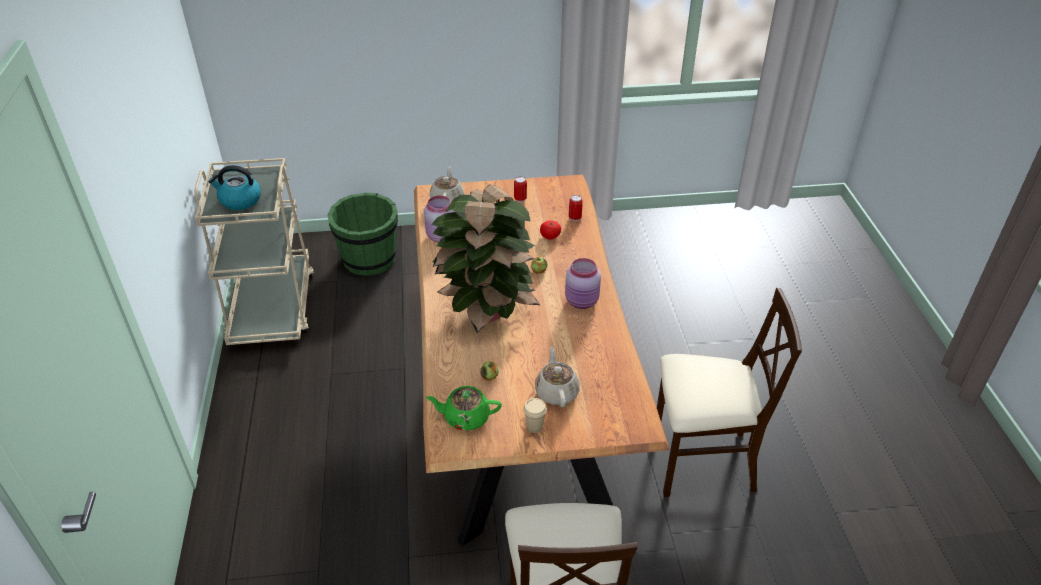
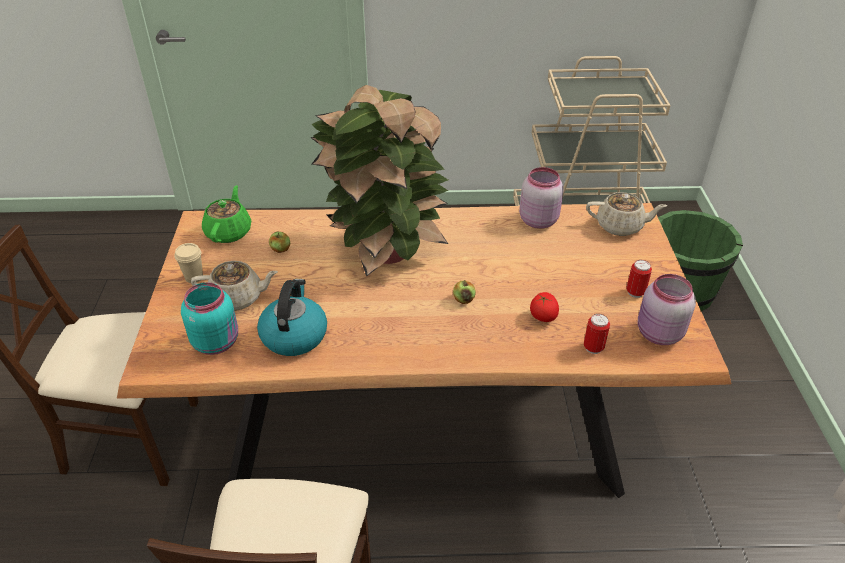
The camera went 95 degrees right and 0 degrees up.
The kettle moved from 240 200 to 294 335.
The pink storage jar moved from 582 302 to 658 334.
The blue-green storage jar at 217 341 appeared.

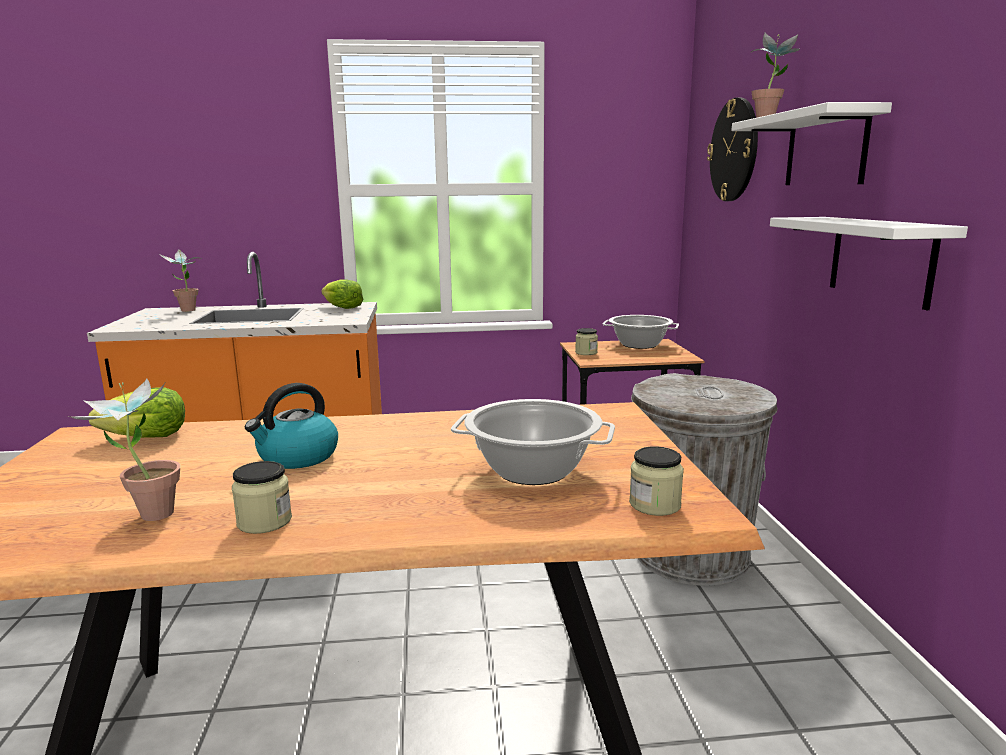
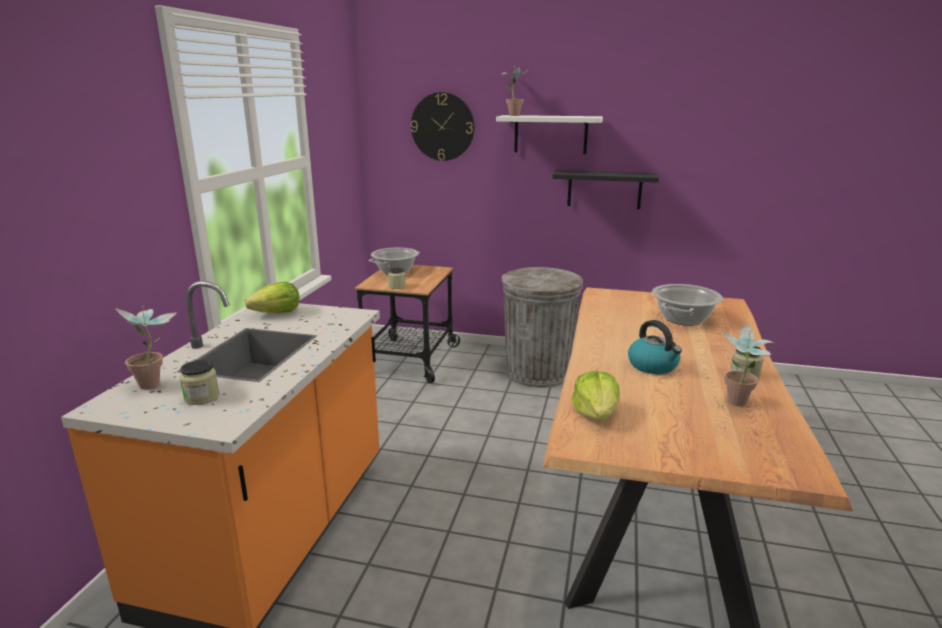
The camera went 70 degrees left and 5 degrees up.
The storage jar moved from 655 504 to 202 397.
The white-coloured bracket shelf at 880 259 became the black bracket shelf at 604 189.

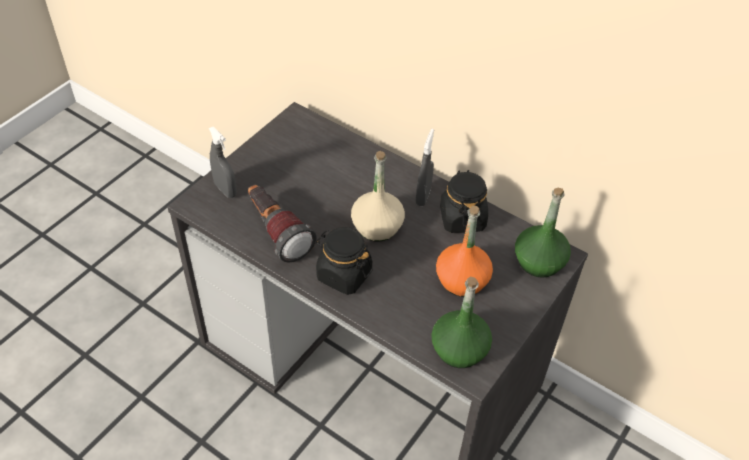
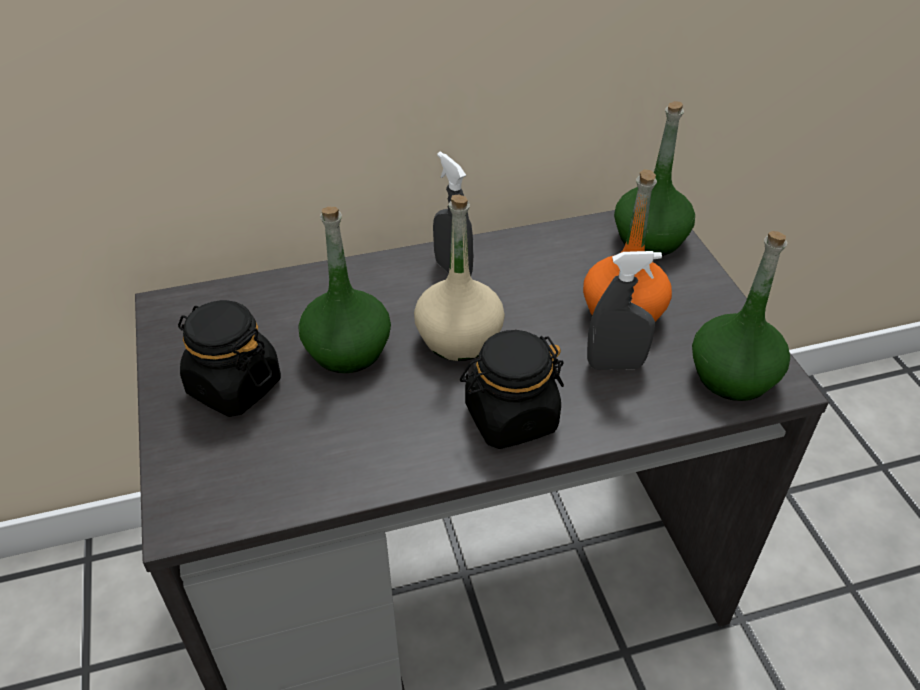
The camera went 50 degrees left and 5 degrees down.
The grey sprayer moved from 225 190 to 615 365.
The torch at 277 232 disappeared.
The black storage jar moved from 462 218 to 234 386.
The greenish drink bottle at 347 350 appeared.

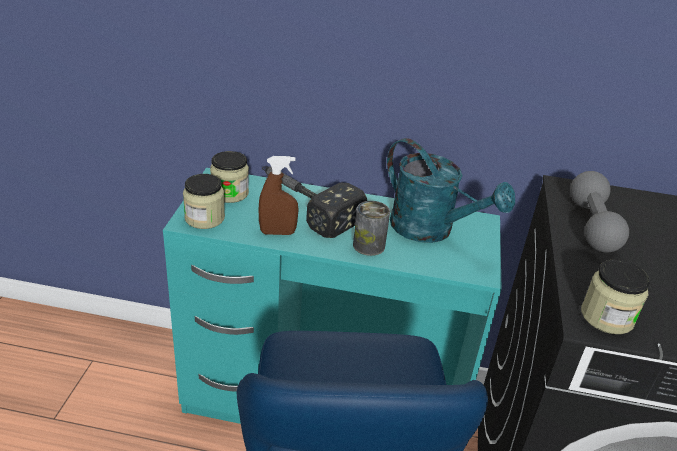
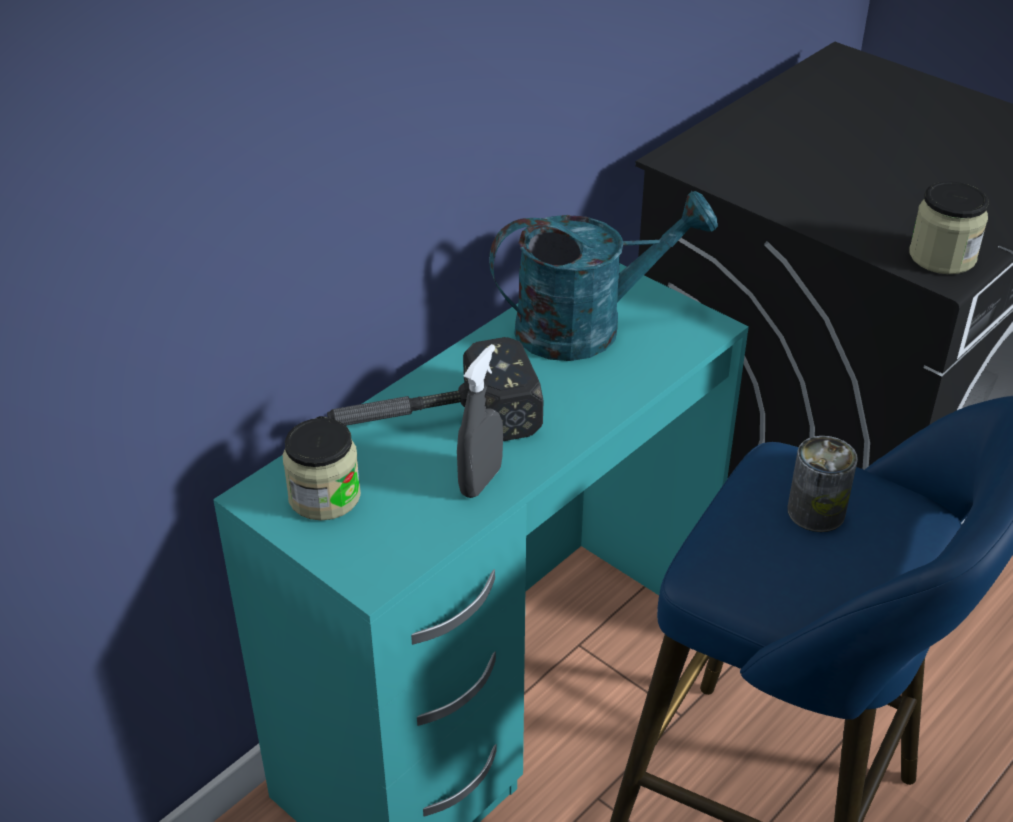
The camera went 55 degrees left and 5 degrees up.
The storage jar at 204 218 disappeared.
The brown-coloured sprayer at 277 232 became the grey sprayer at 480 481.
The metal can moved from 369 245 to 816 511.
The grey hand weight at 592 225 disappeared.

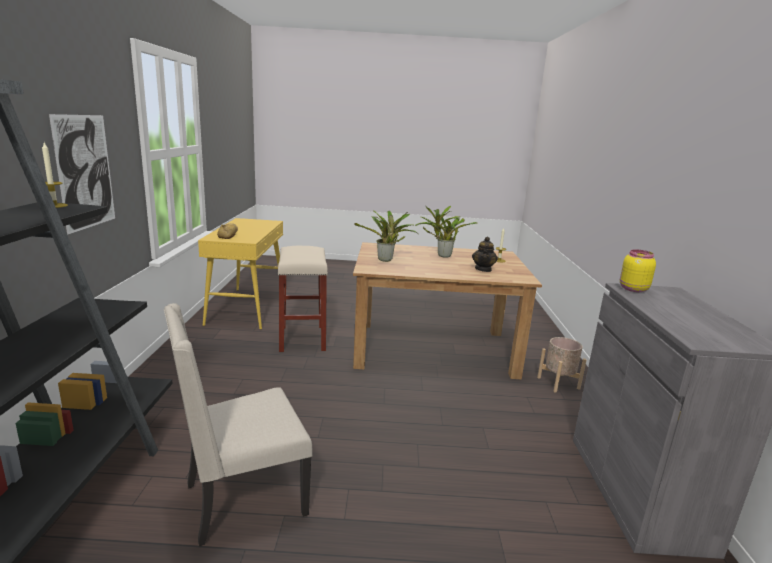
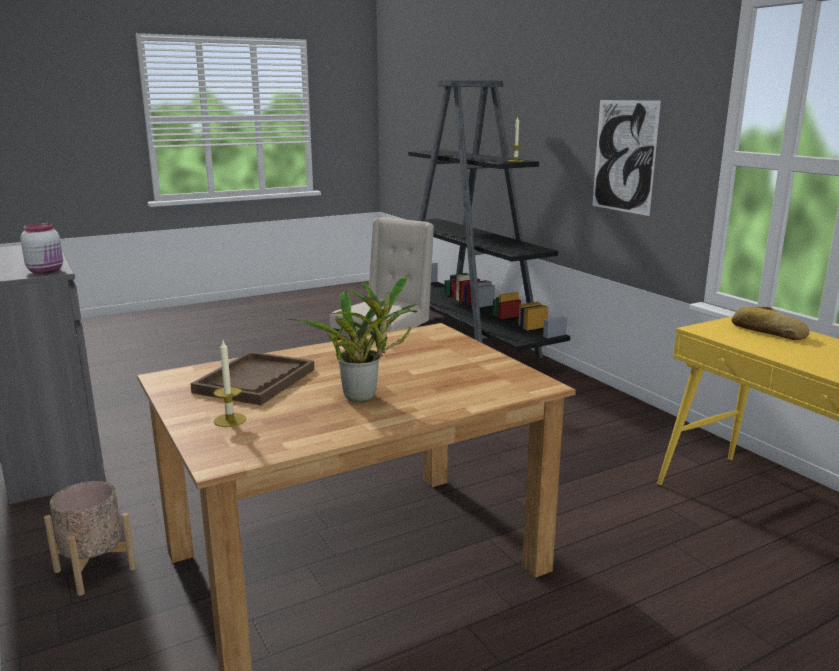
The camera went 150 degrees right and 0 degrees up.
The sand-coloured sitting stool at 302 338 disappeared.
The potted plant at 386 260 disappeared.
The pot for tea at 483 269 was replaced by the brown-coloured carrying tray at 255 381.
The yellow-coloured storage jar at 632 289 became the white-coloured storage jar at 46 271.

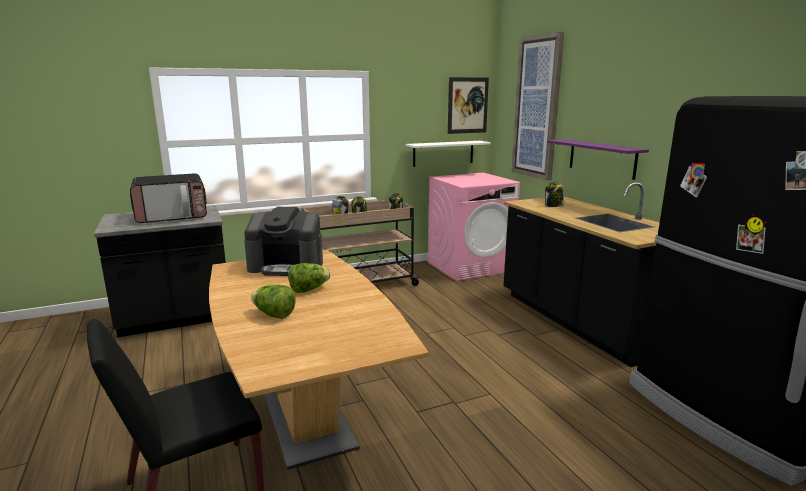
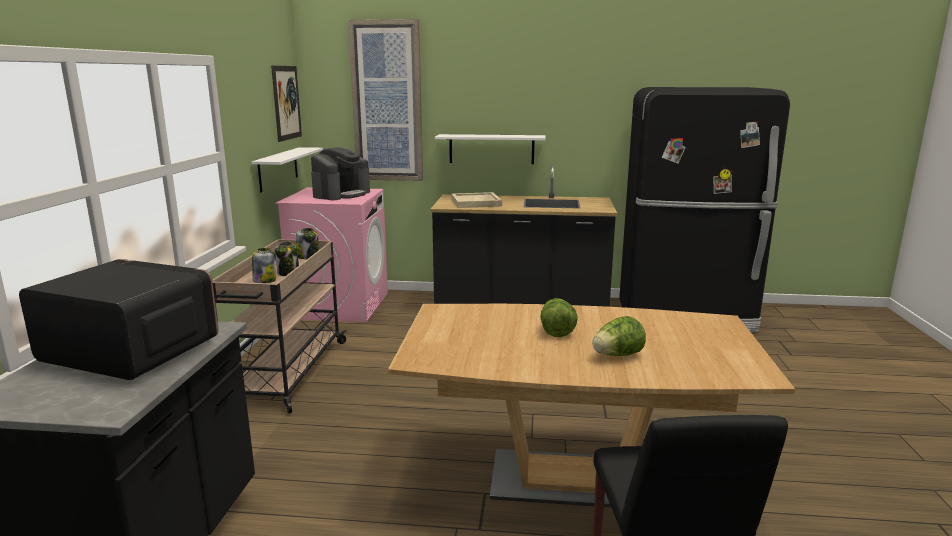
The camera went 60 degrees left and 0 degrees up.
The kitchen microwave at 172 216 turned 75 degrees counterclockwise.
The coffee maker moved from 286 266 to 341 194.
The storage jar at 553 206 was replaced by the sand-coloured carrying tray at 476 203.
The purple-coloured bracket shelf at 601 158 became the white-coloured bracket shelf at 491 149.

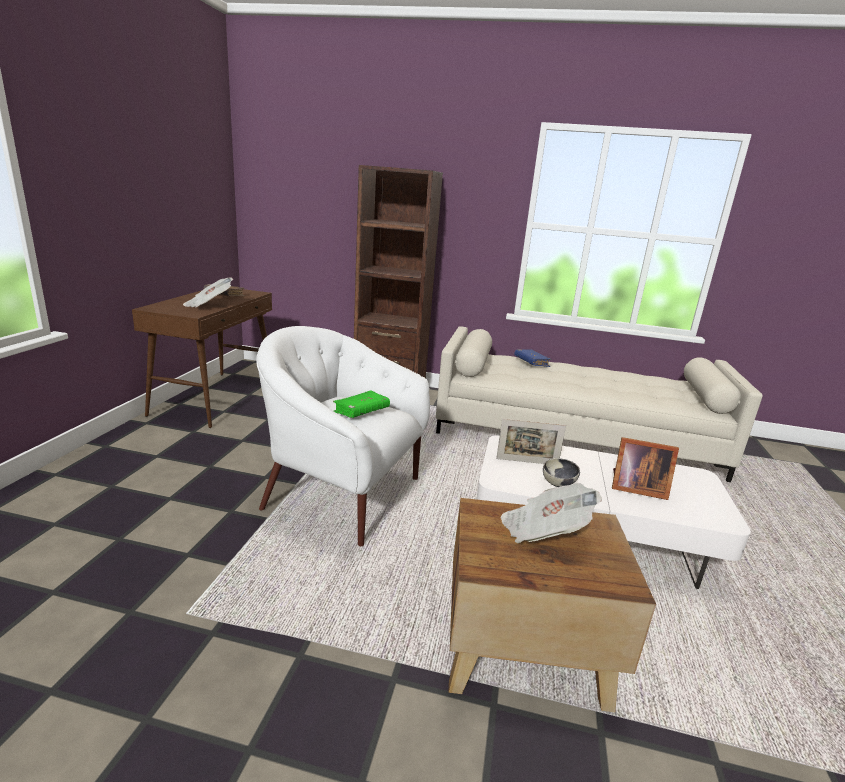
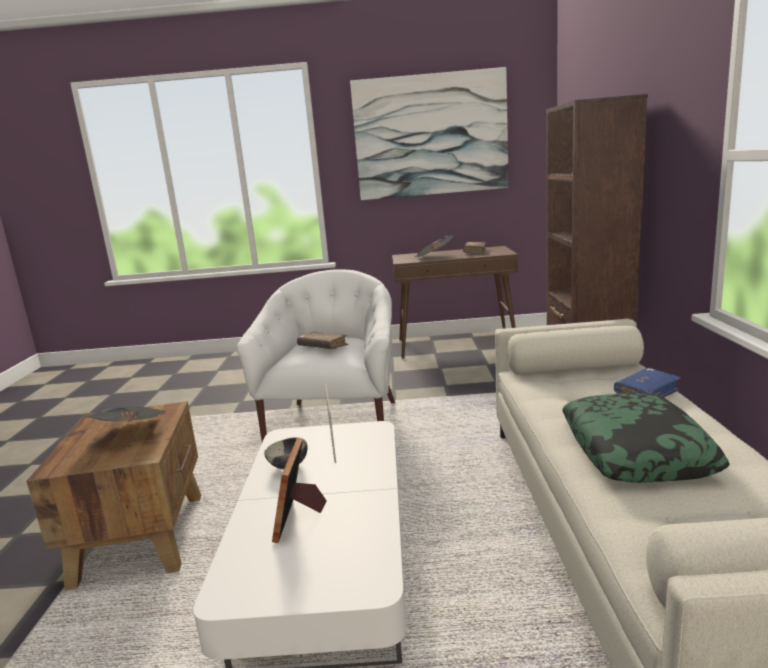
The camera went 80 degrees right and 5 degrees down.
The greenish volume at 361 411 became the brown-coloured volume at 323 347.
The wall picture at 430 135 appeared.
The cushion at 636 451 appeared.

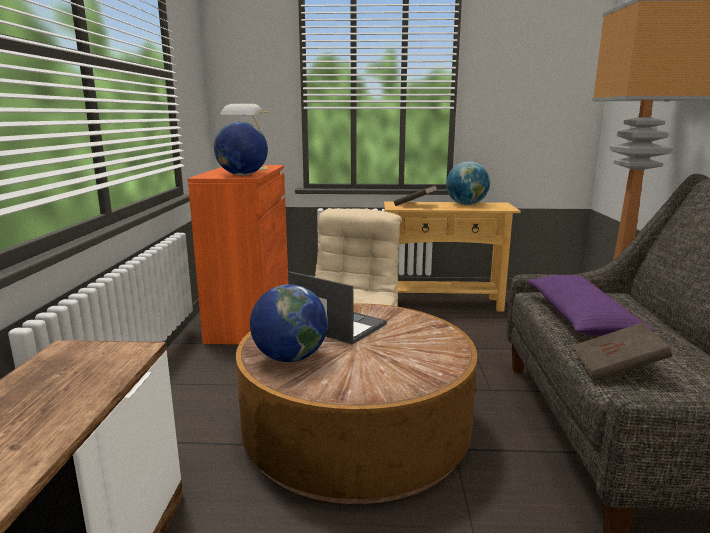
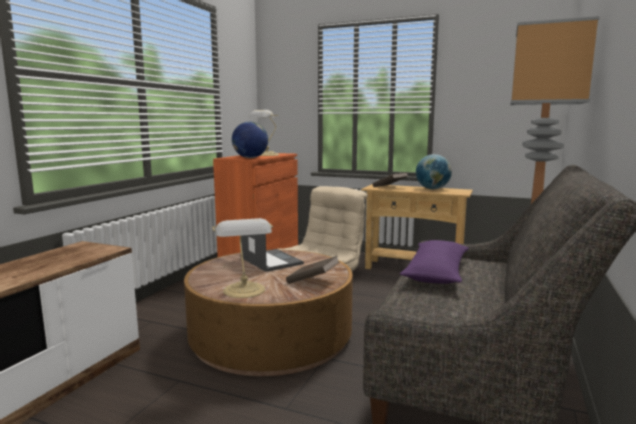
The camera went 20 degrees right and 5 degrees down.
The globe at 290 358 disappeared.
The brown-coloured volume moved from 616 369 to 312 281.
The tabletop lamp at 245 291 appeared.

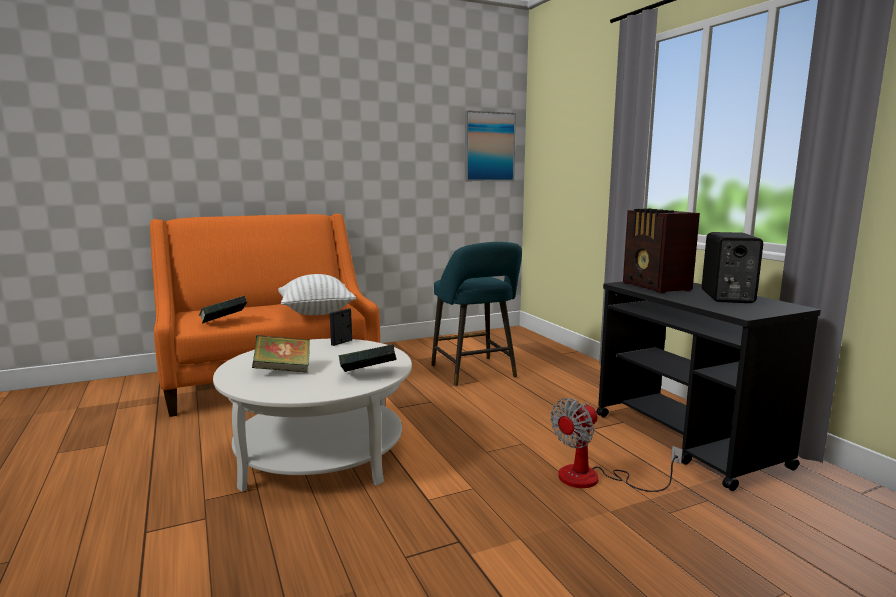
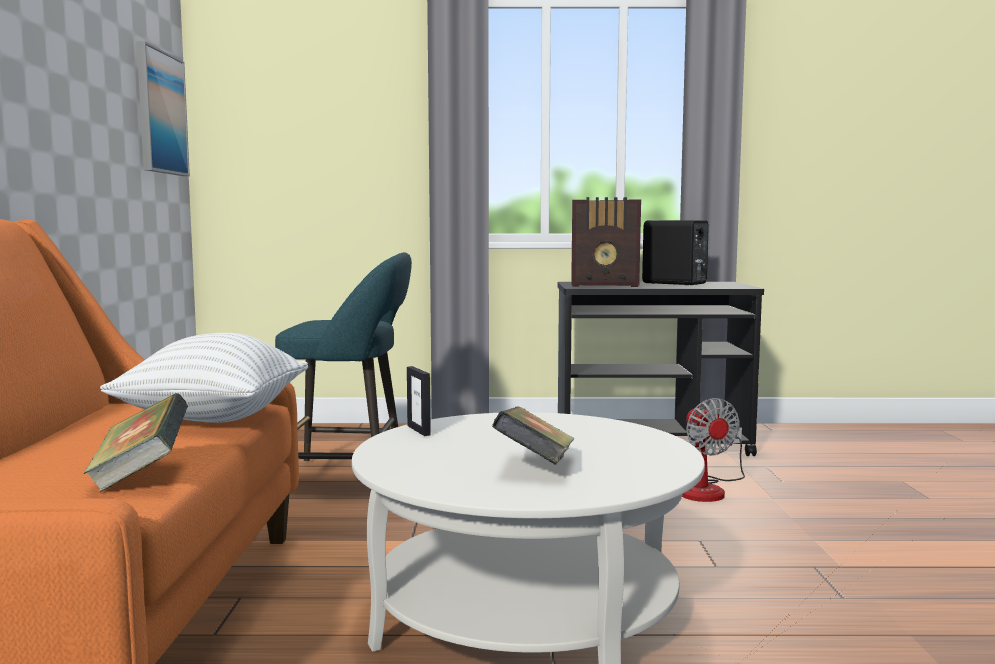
The camera went 65 degrees left and 5 degrees down.
The volume at 368 375 disappeared.

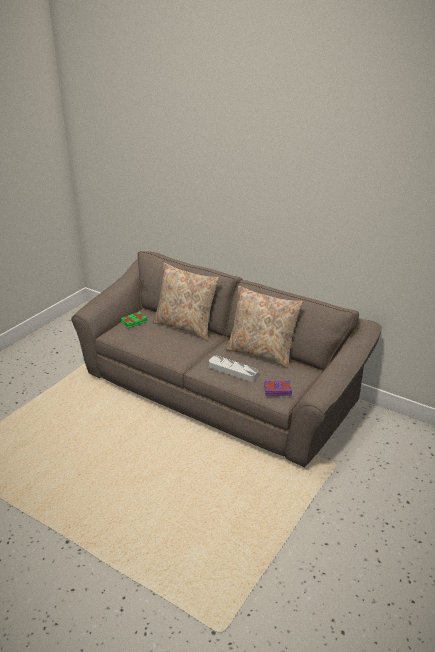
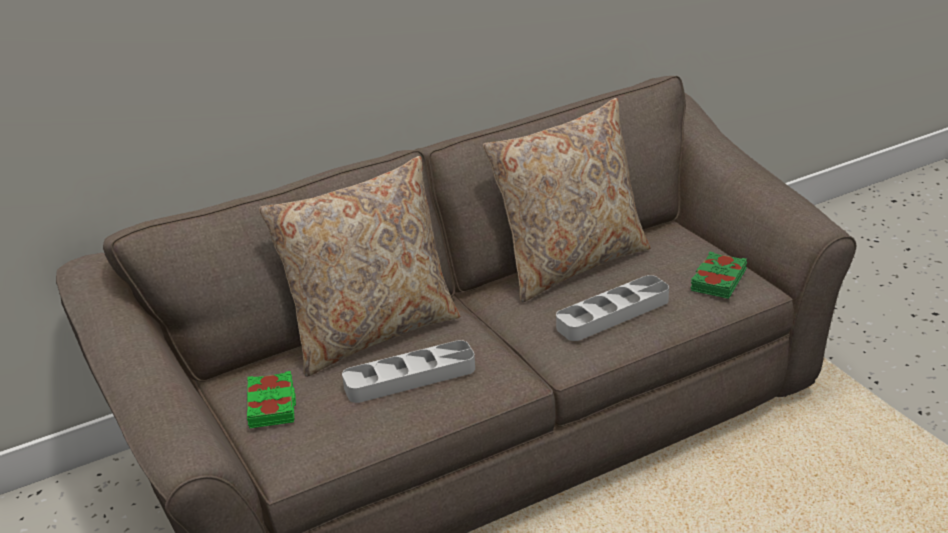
The camera went 60 degrees left and 0 degrees up.
The purple-coloured volume at 277 390 became the greenish volume at 717 280.
The grey carrying tray at 410 378 appeared.

